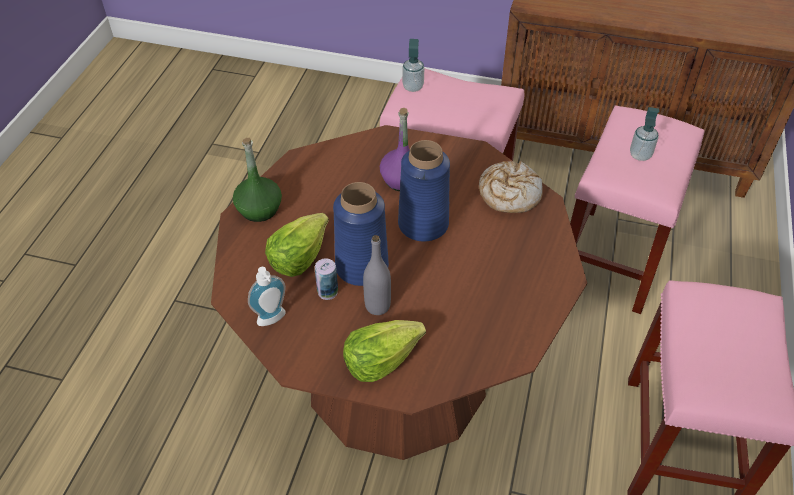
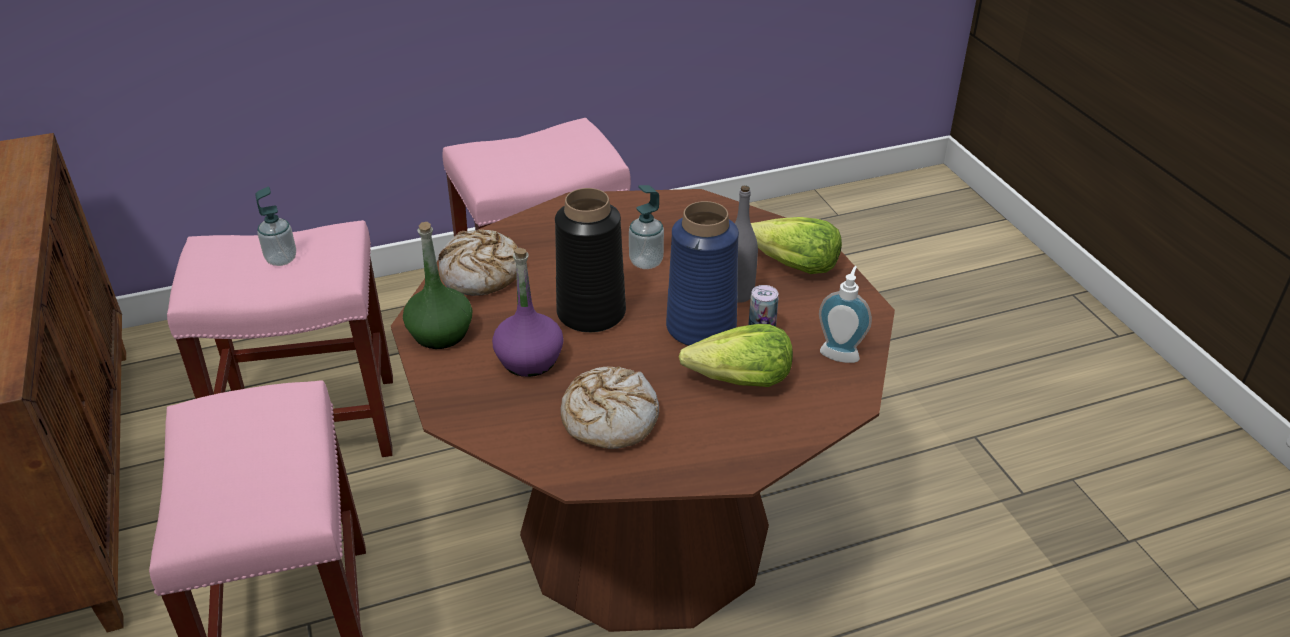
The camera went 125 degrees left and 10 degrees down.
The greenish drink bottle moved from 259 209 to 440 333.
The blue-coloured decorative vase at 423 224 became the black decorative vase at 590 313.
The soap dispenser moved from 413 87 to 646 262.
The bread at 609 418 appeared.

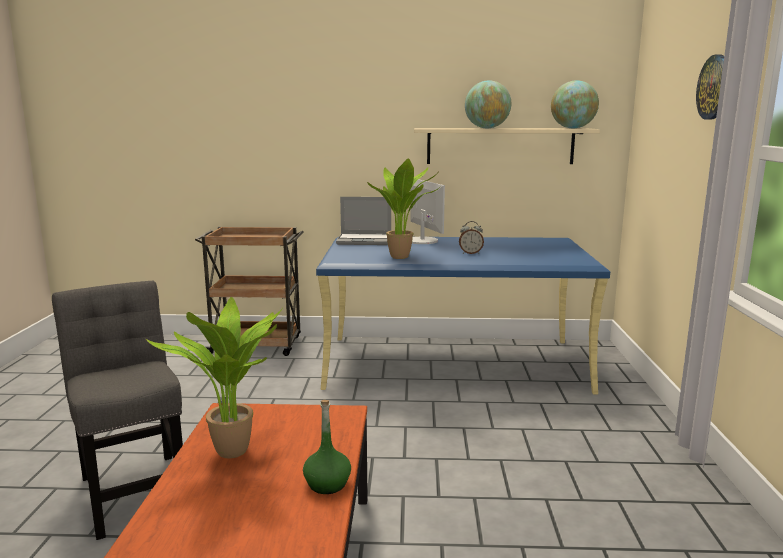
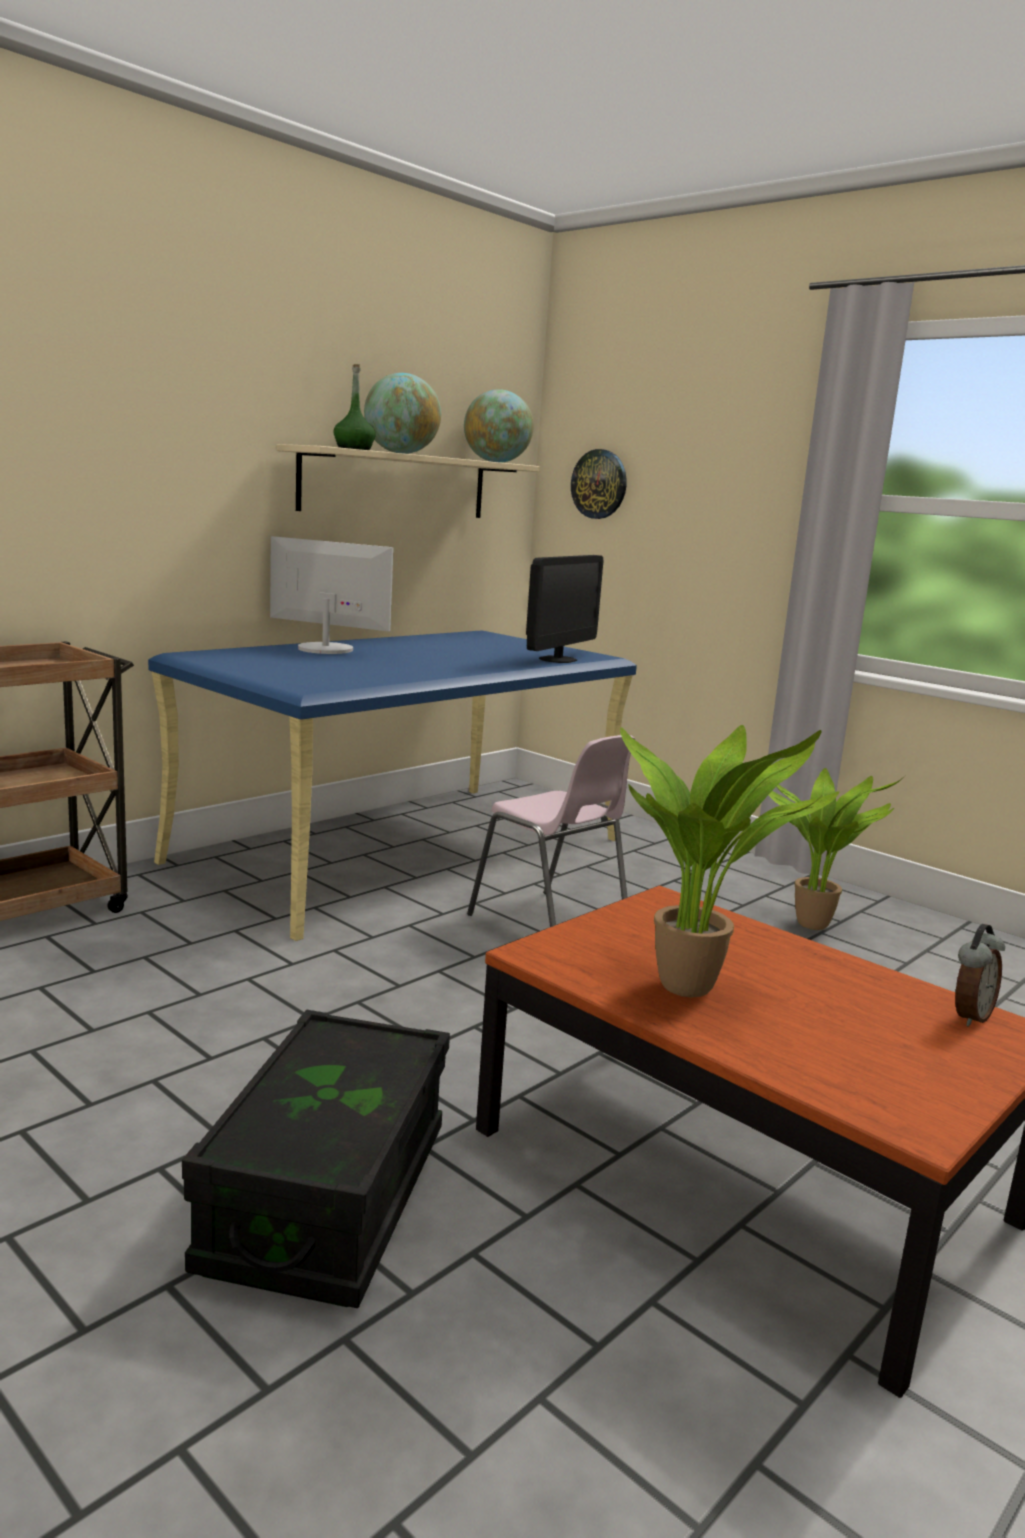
The camera went 50 degrees left and 0 degrees up.
The grey upright chair at 134 489 was replaced by the black storage container at 327 1198.
The greenish drink bottle moved from 327 484 to 353 449.
The portable computer at 365 241 disappeared.
The potted plant moved from 403 257 to 815 924.
The table clock moved from 470 253 to 969 1016.
The wall clock moved from 715 87 to 599 484.
The pink upright chair at 550 925 appeared.
The computer display at 558 659 appeared.

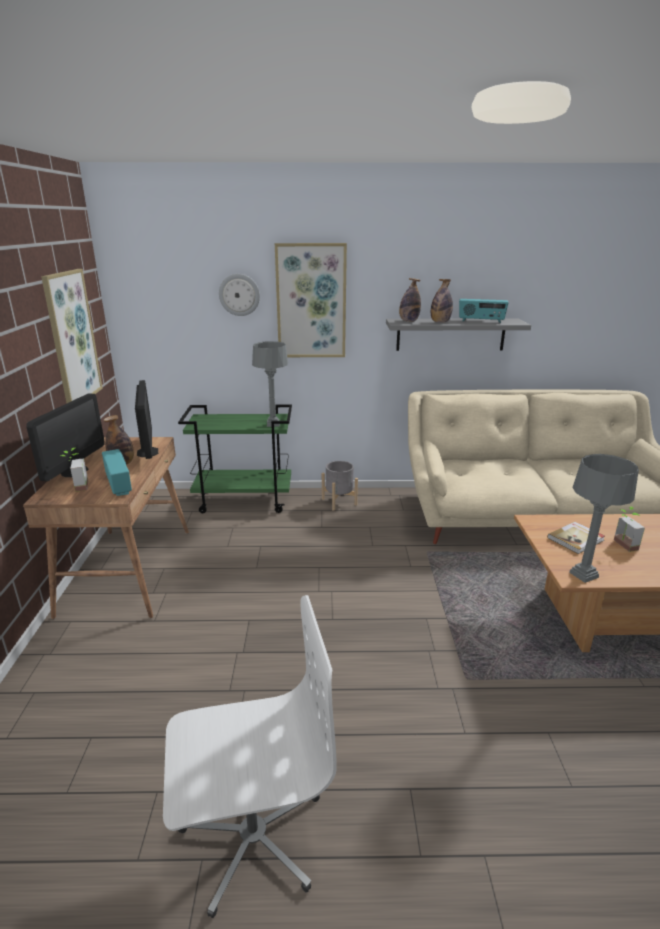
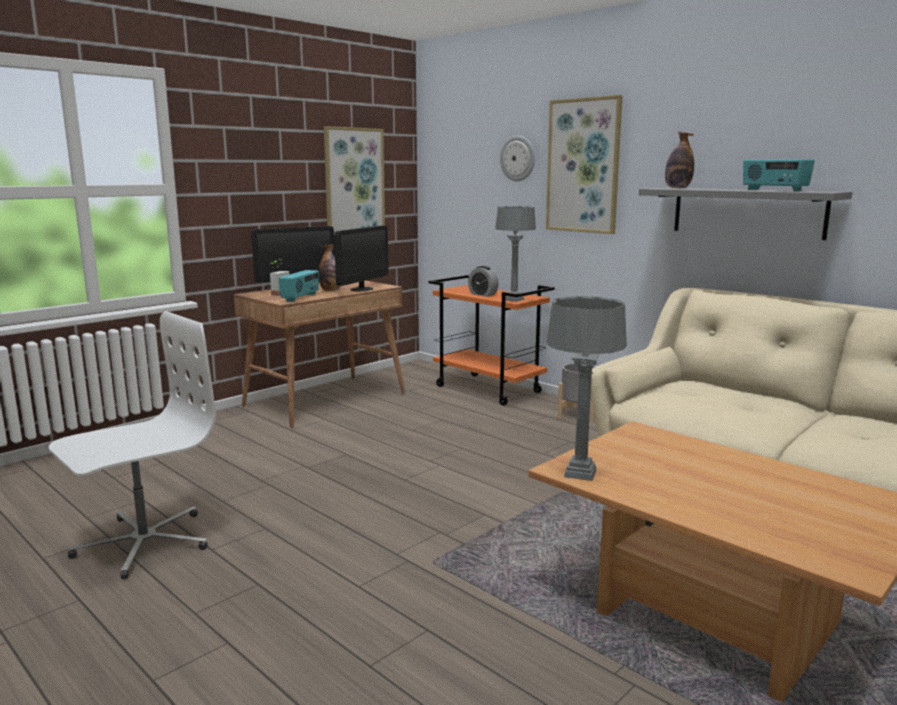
The camera went 45 degrees right and 10 degrees down.
The white-coloured computer chair at 252 835 turned 75 degrees counterclockwise.
The greenish cart at 245 500 became the orange cart at 489 389.
The drink bottle at 440 322 disappeared.
The volume at 576 539 disappeared.
The potted plant at 621 545 disappeared.
The table clock at 483 295 appeared.

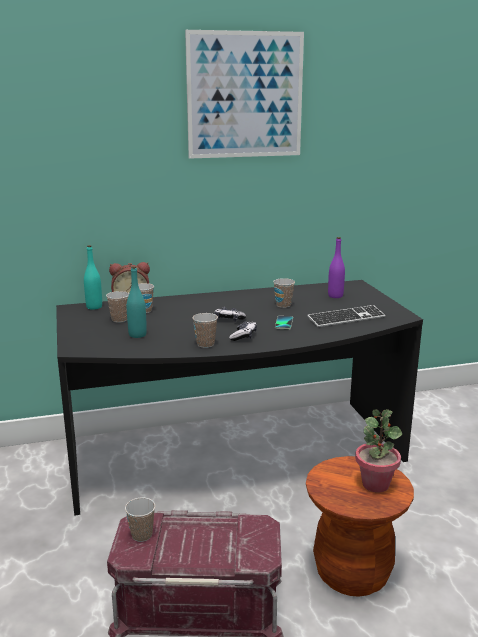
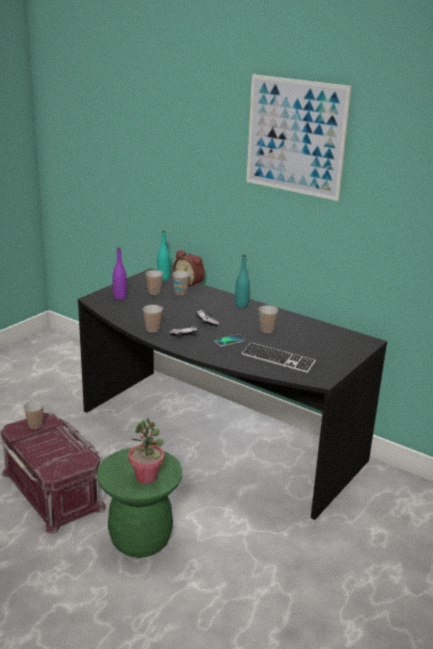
The camera went 50 degrees right and 5 degrees up.
The blue-green drink bottle moved from 137 335 to 241 305.
The brown-coloured sitting stool at 352 573 became the greenish sitting stool at 140 540.
The purple-coloured drink bottle moved from 335 296 to 120 297.

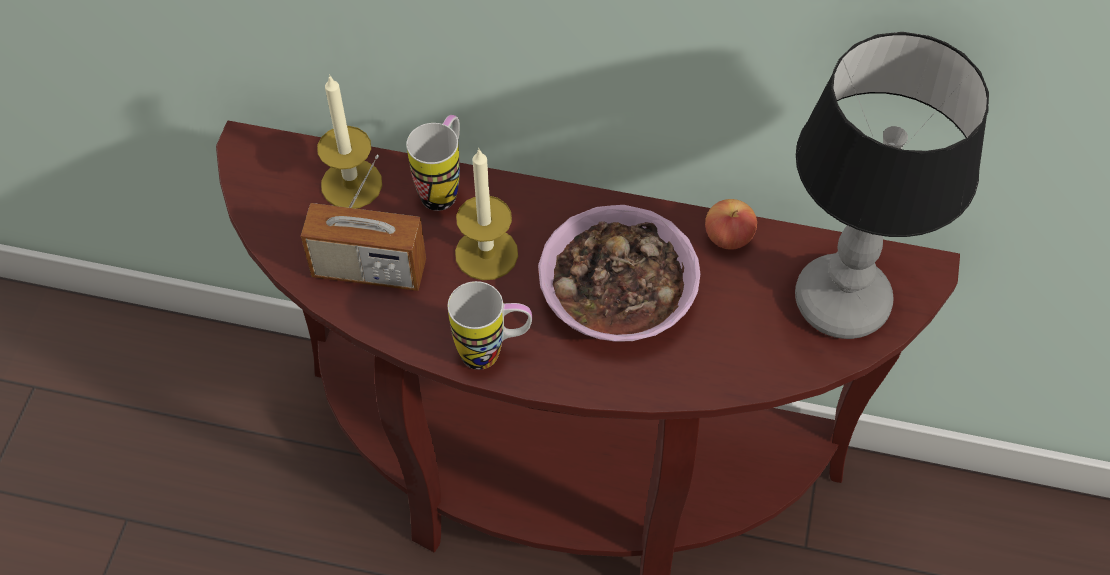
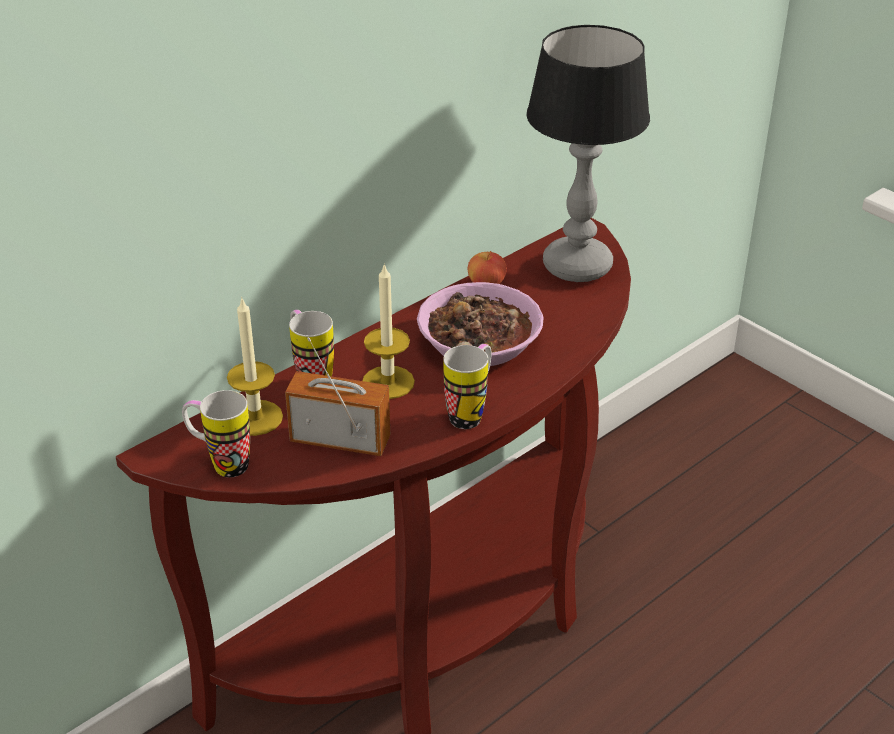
The camera went 55 degrees left and 20 degrees down.
The radio receiver at 369 269 turned 120 degrees counterclockwise.
The tea mug at 221 464 appeared.

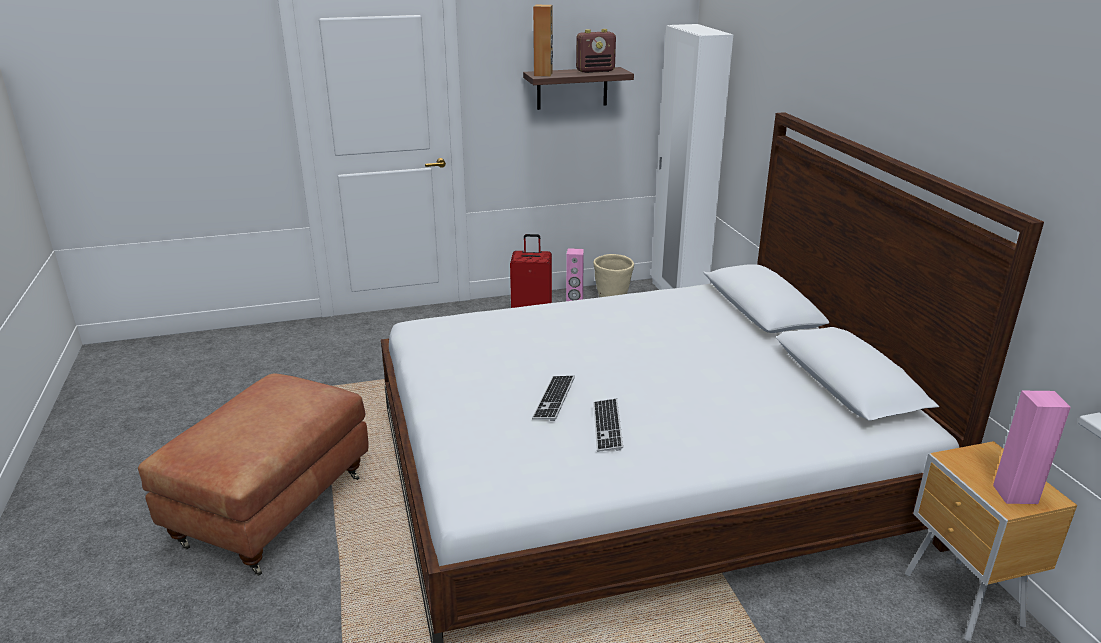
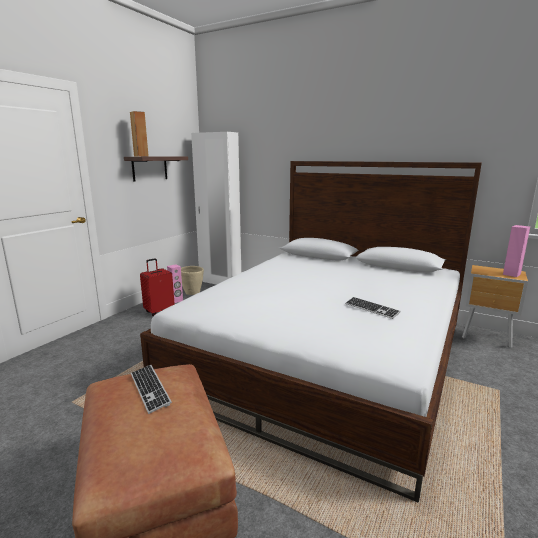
The camera went 45 degrees left and 10 degrees down.
The PC keyboard moved from 554 399 to 150 389.
The radio receiver at 595 71 disappeared.

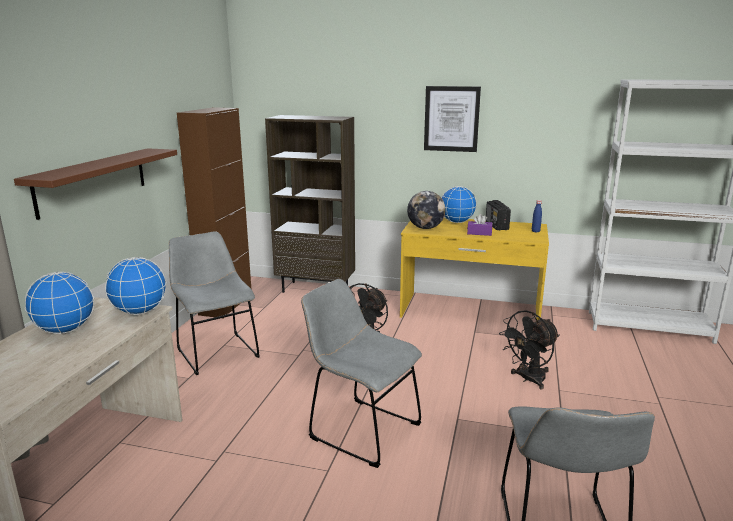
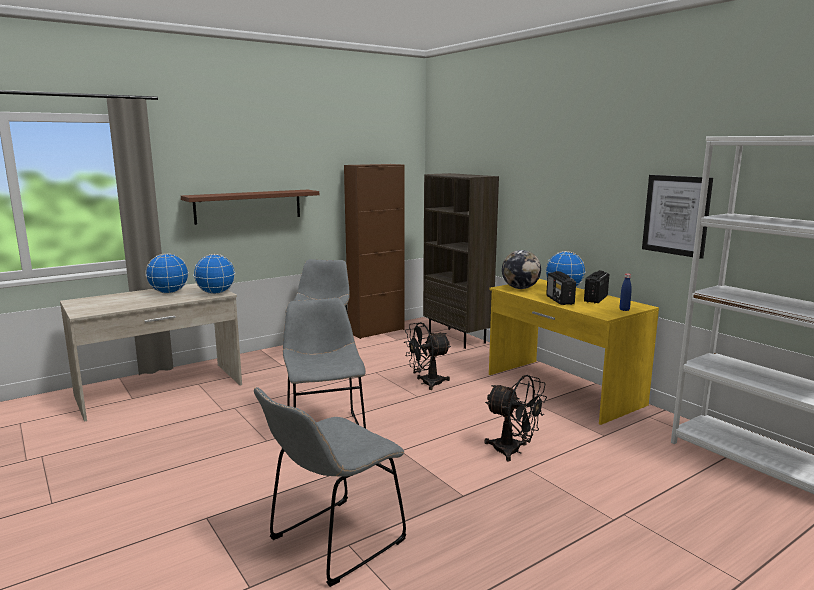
The camera went 40 degrees right and 5 degrees down.
The wall picture moved from 451 119 to 676 215.
The purple-coloured tissue box at 479 233 was replaced by the radio receiver at 560 300.
The black electric fan at 528 379 turned 150 degrees counterclockwise.

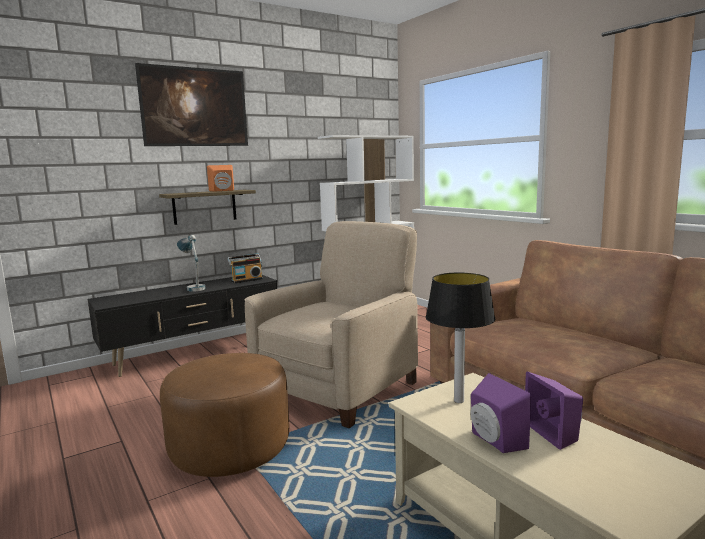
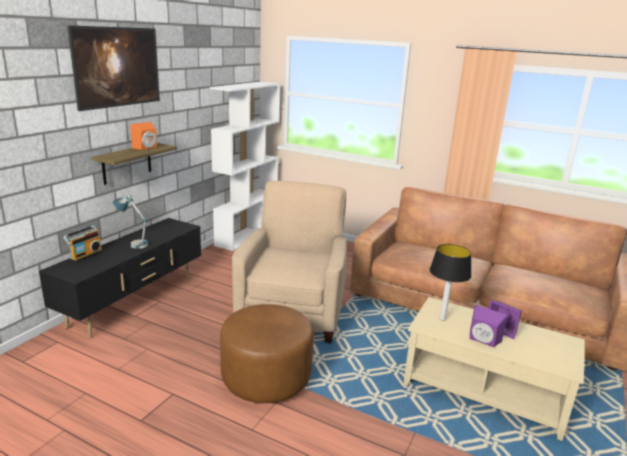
The camera went 30 degrees left and 10 degrees up.
The radio receiver moved from 246 280 to 85 255.

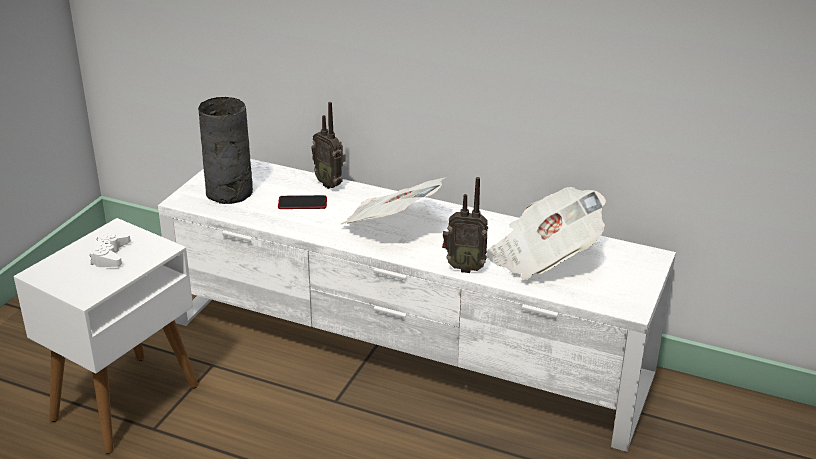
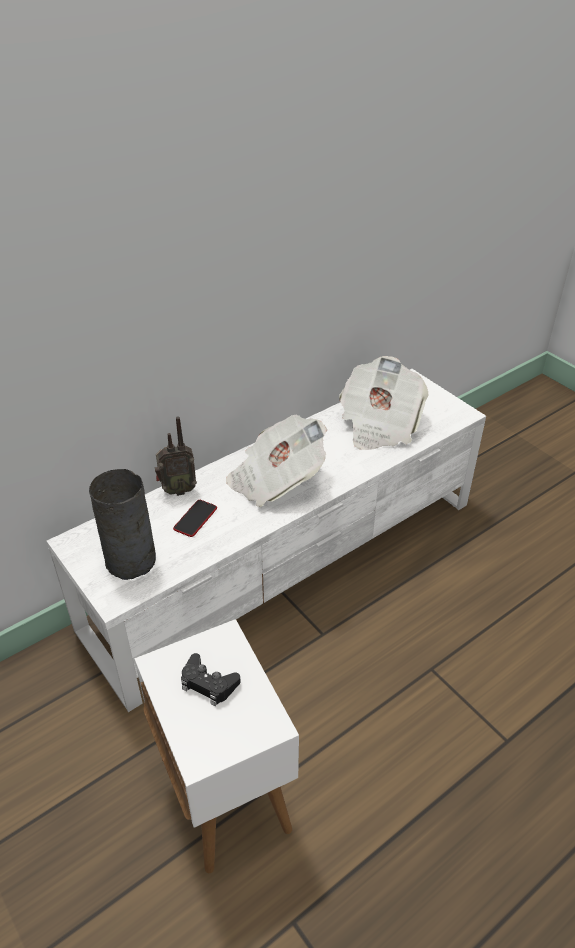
The camera went 60 degrees left and 10 degrees up.
The white-coloured game controller at 110 255 became the black game controller at 208 683.
The radio receiver at 464 267 disappeared.

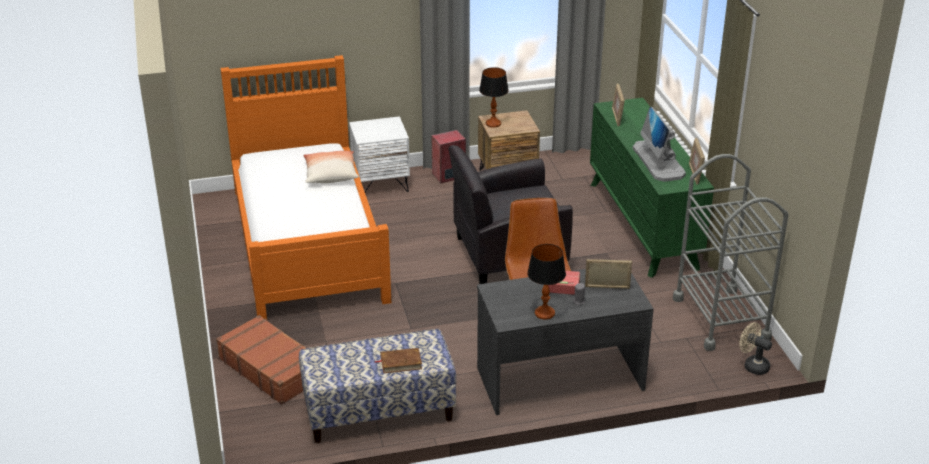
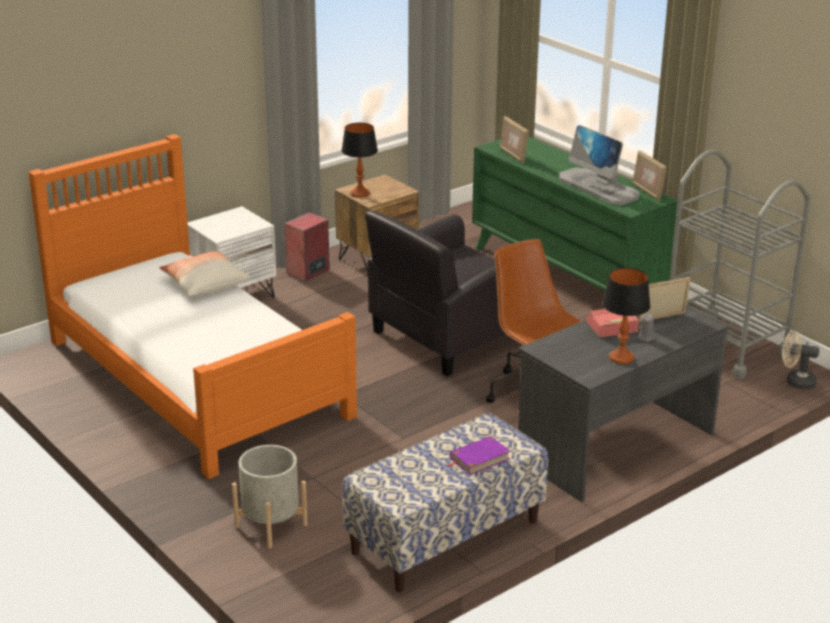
The camera went 25 degrees left and 5 degrees down.
The brown-coloured travel case at 271 368 was replaced by the grey planter at 271 525.
The brown-coloured volume at 400 362 became the purple-coloured volume at 479 458.

